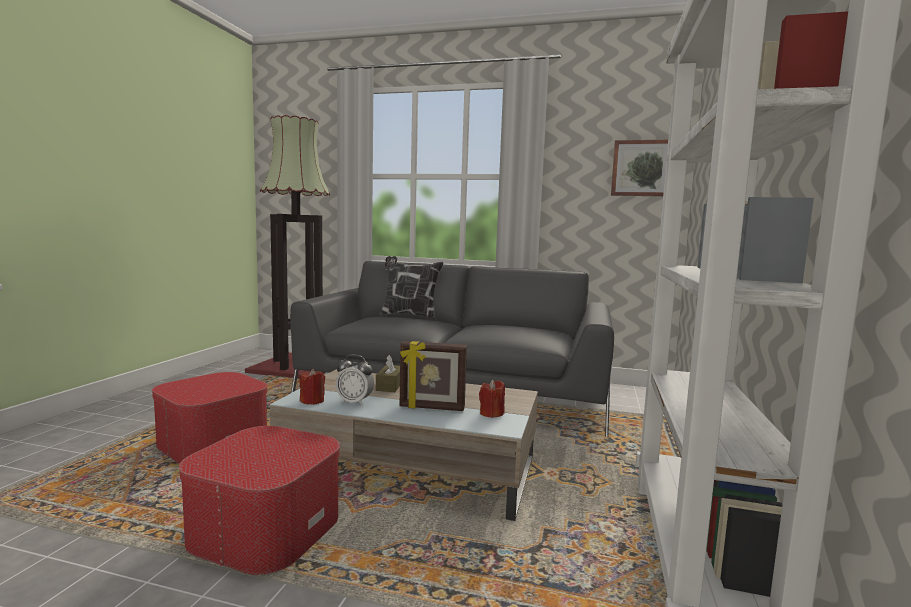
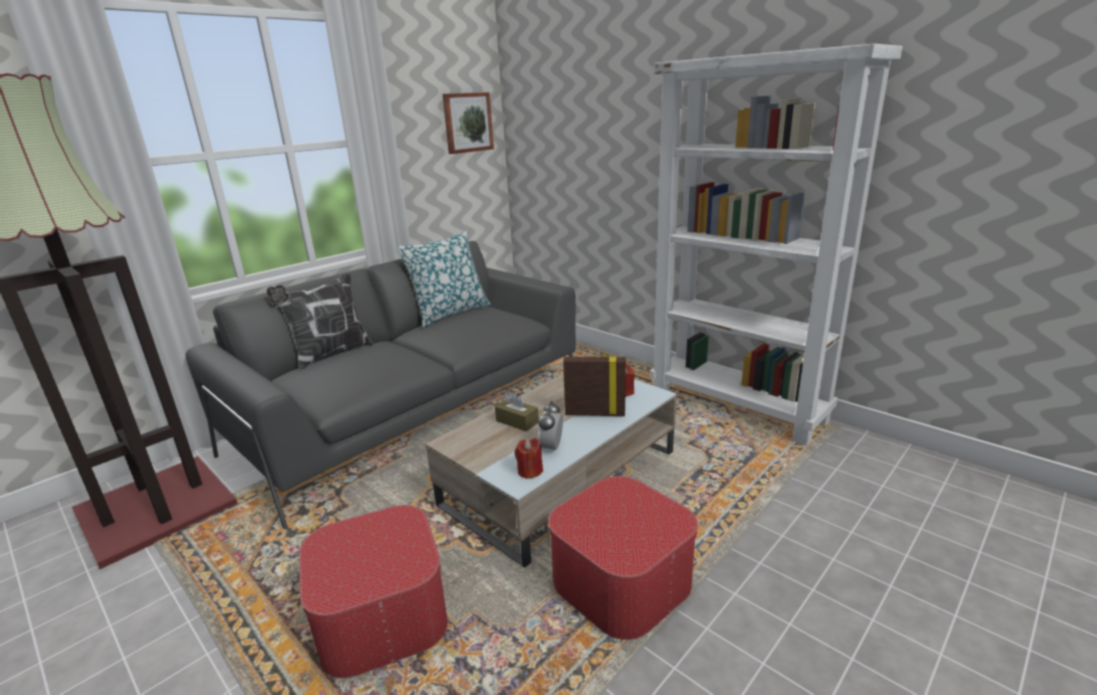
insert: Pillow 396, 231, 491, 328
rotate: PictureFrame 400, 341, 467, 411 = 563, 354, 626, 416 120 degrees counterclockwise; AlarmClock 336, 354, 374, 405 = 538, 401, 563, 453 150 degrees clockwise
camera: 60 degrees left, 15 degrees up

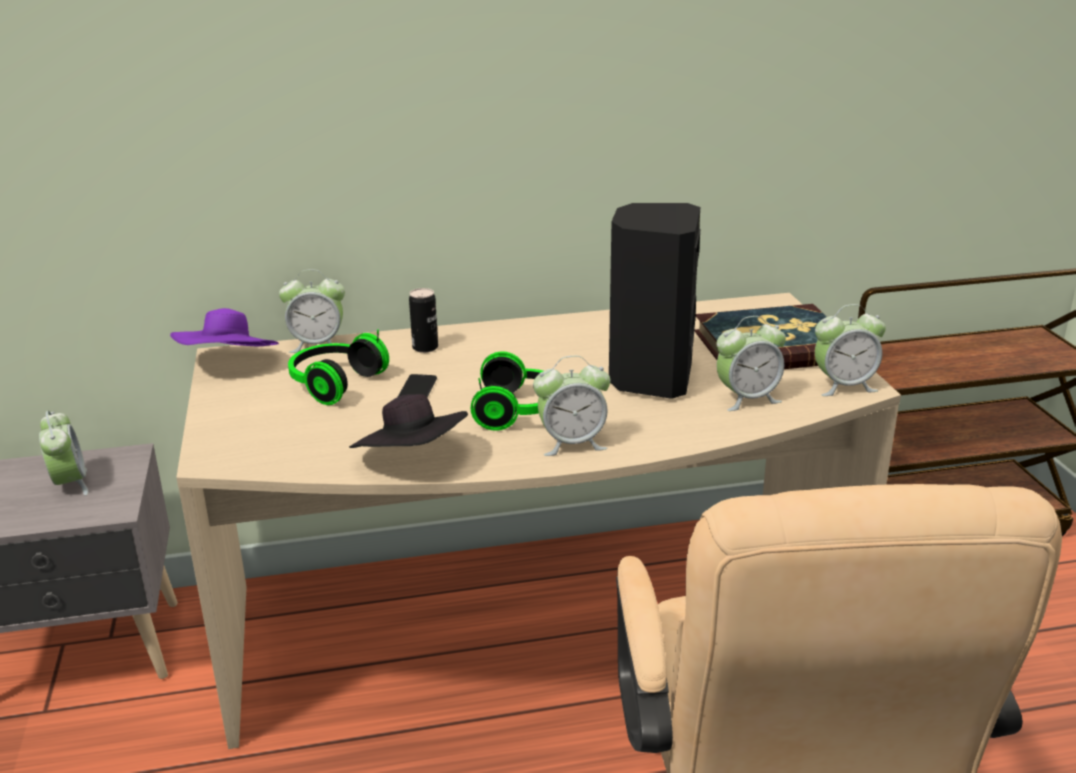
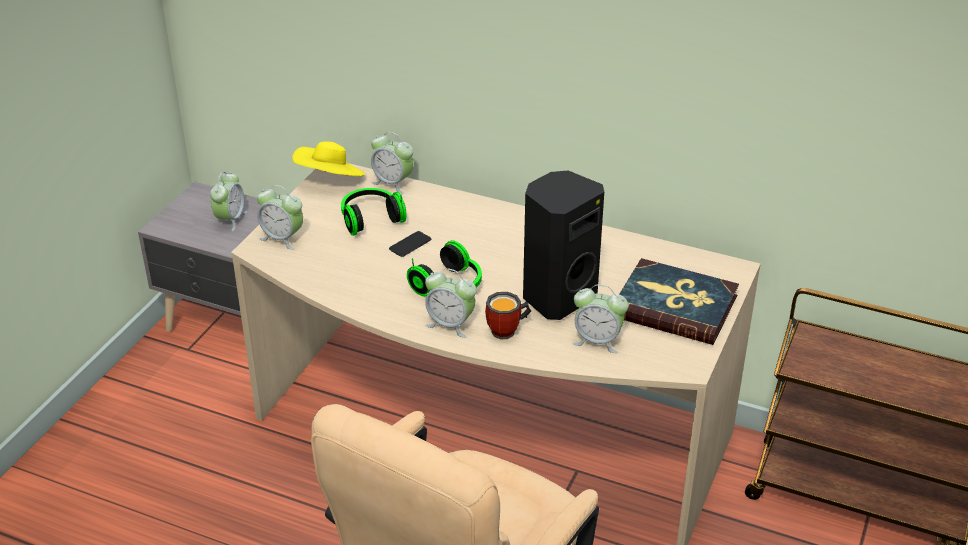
delete: Can 409, 288, 438, 353; BlackHat 349, 394, 468, 448
insert: Mug 485, 292, 531, 339
move: AlarmClock 815, 304, 886, 396 to 257, 185, 303, 250
recolor: PurpleHat 170, 308, 279, 346 to YellowHat 292, 141, 365, 177
camera: 35 degrees right, 10 degrees up

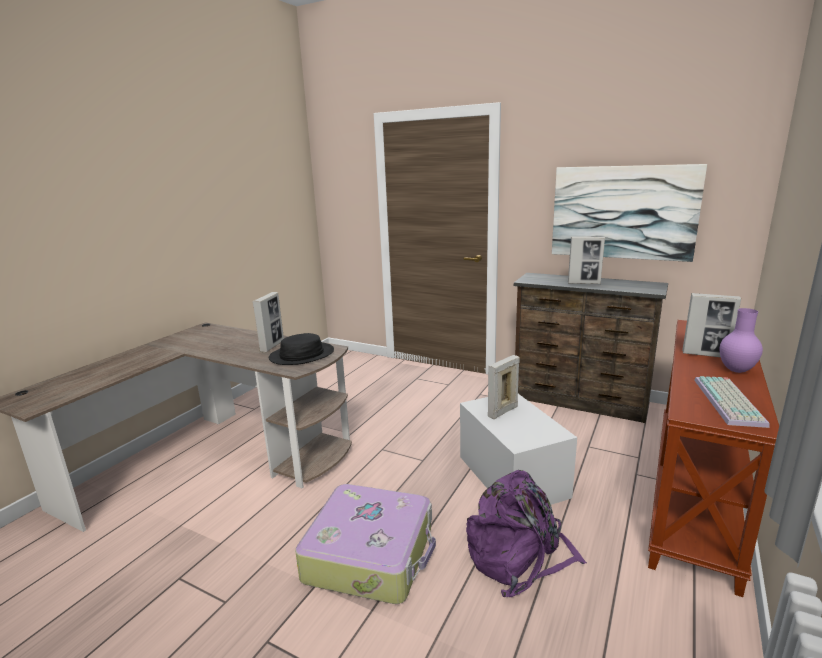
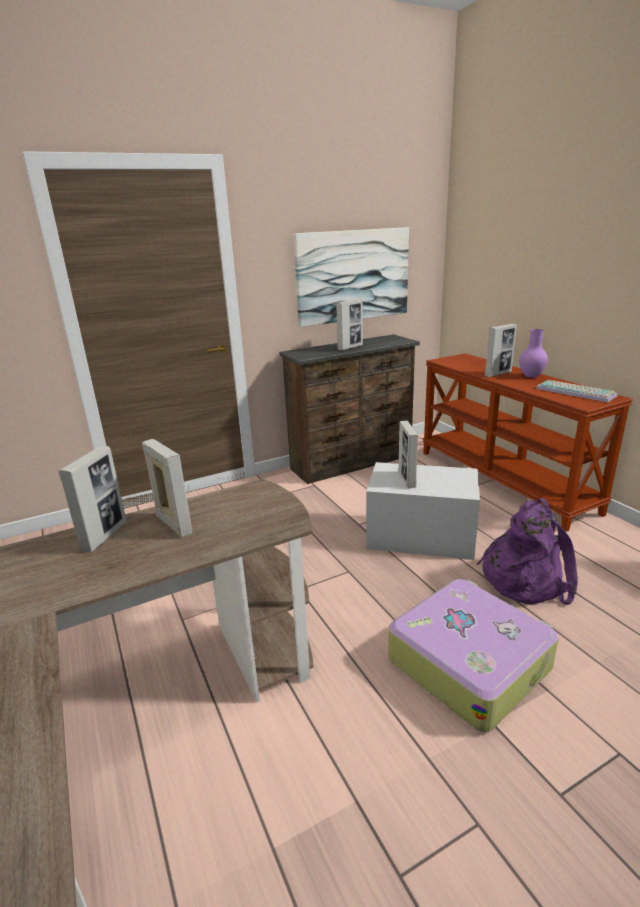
delete: BlackHat 269, 333, 334, 365
insert: PictureFrame 59, 446, 127, 553
camera: 55 degrees left, 5 degrees up

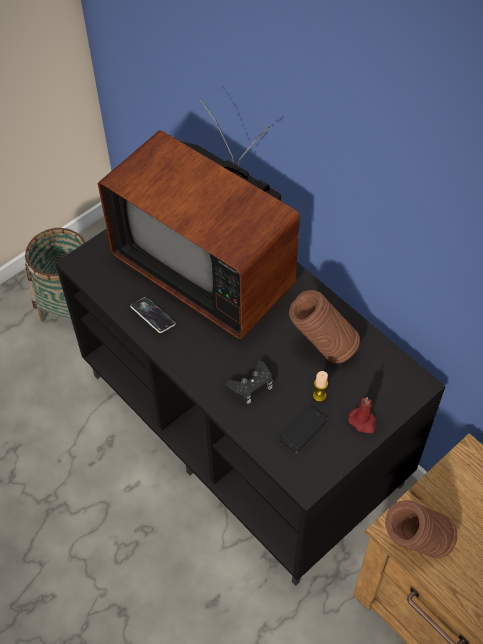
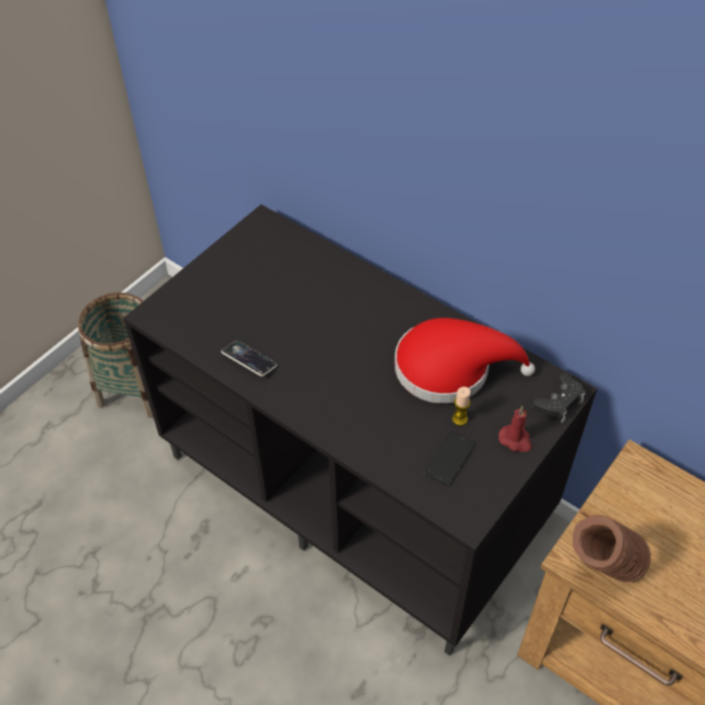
delete: Television 98, 98, 300, 339
move: BlackGameController 226, 361, 273, 404 to 533, 373, 585, 423
replace: BrownVase 289, 290, 360, 364 to RedHat 395, 318, 535, 404
camera: 10 degrees left, 5 degrees down

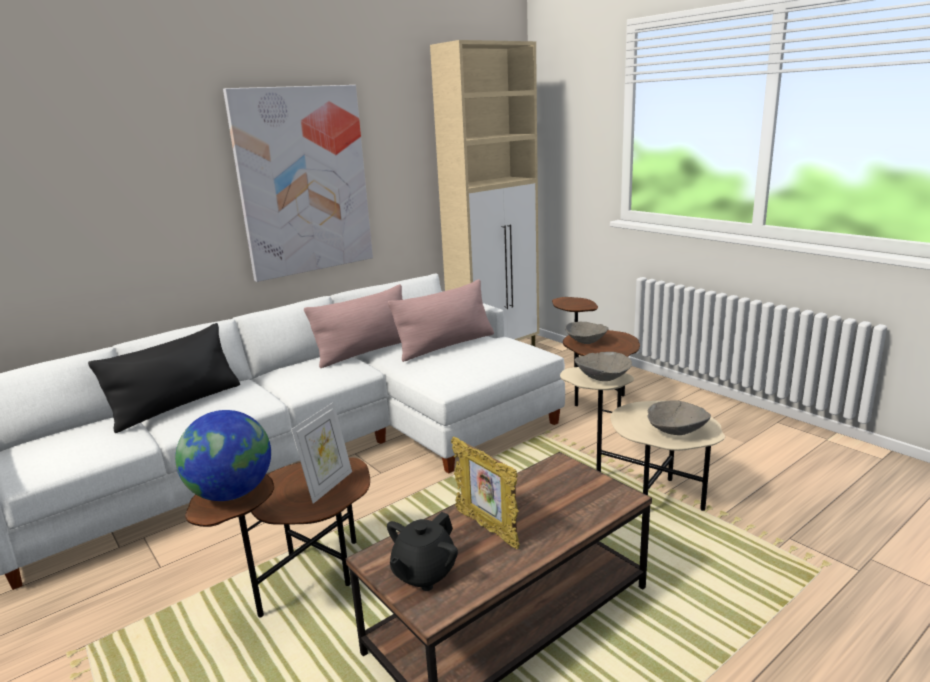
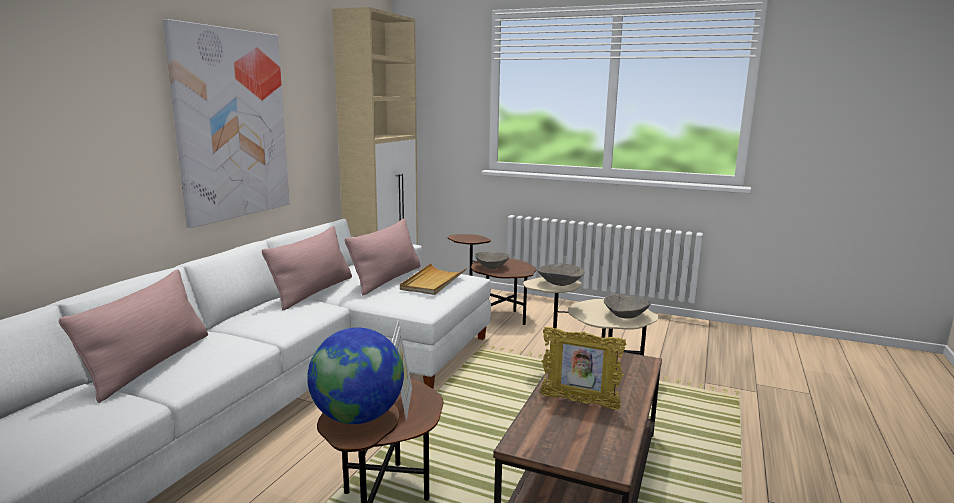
delete: BlackTeapot 387, 512, 458, 591
insert: BeigeTray 400, 263, 467, 295
recolor: BlackPillow 88, 323, 240, 433 to PinkPillow 59, 269, 208, 403
camera: 30 degrees left, 5 degrees down

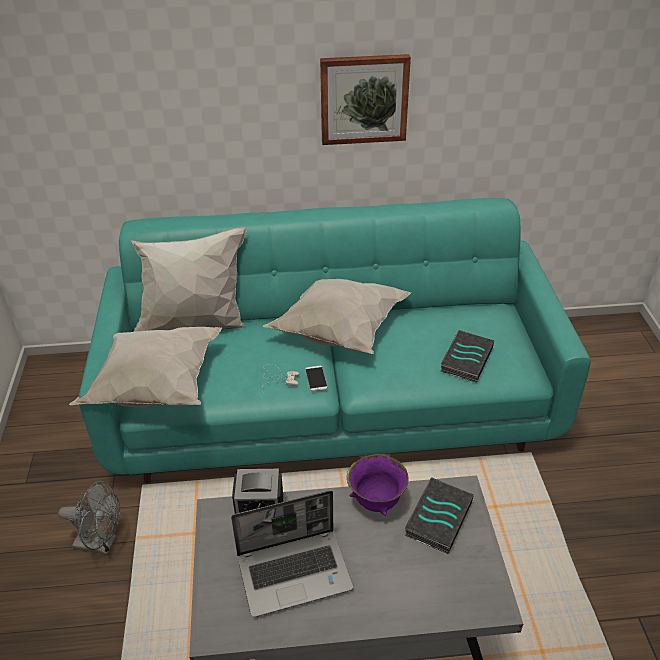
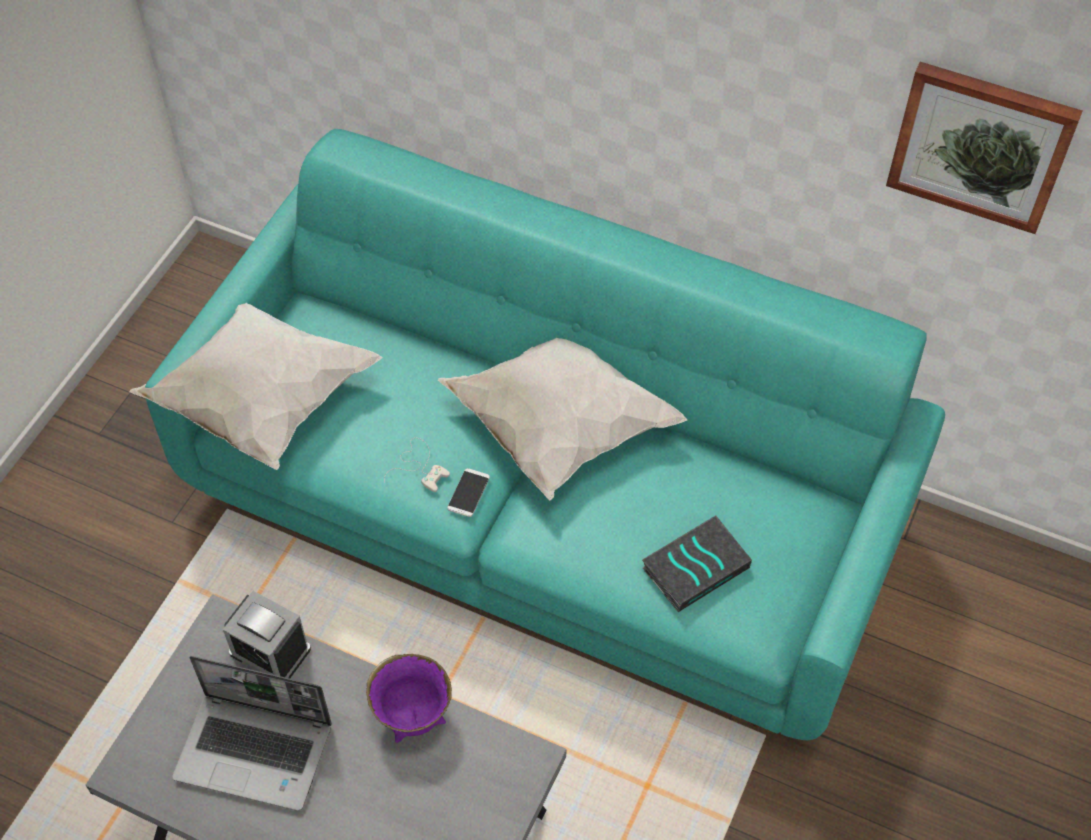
delete: WhitePillow 131, 227, 247, 332; Book 404, 477, 474, 554; GreyFan 58, 481, 120, 555
move: Picture 320, 54, 411, 145 to 886, 62, 1083, 234
camera: 30 degrees right, 15 degrees up

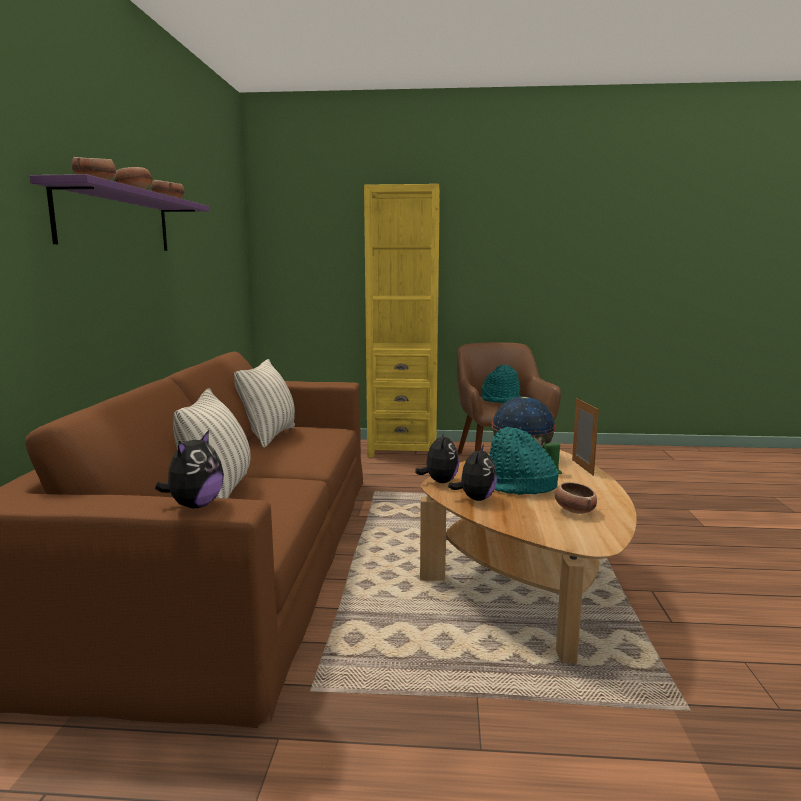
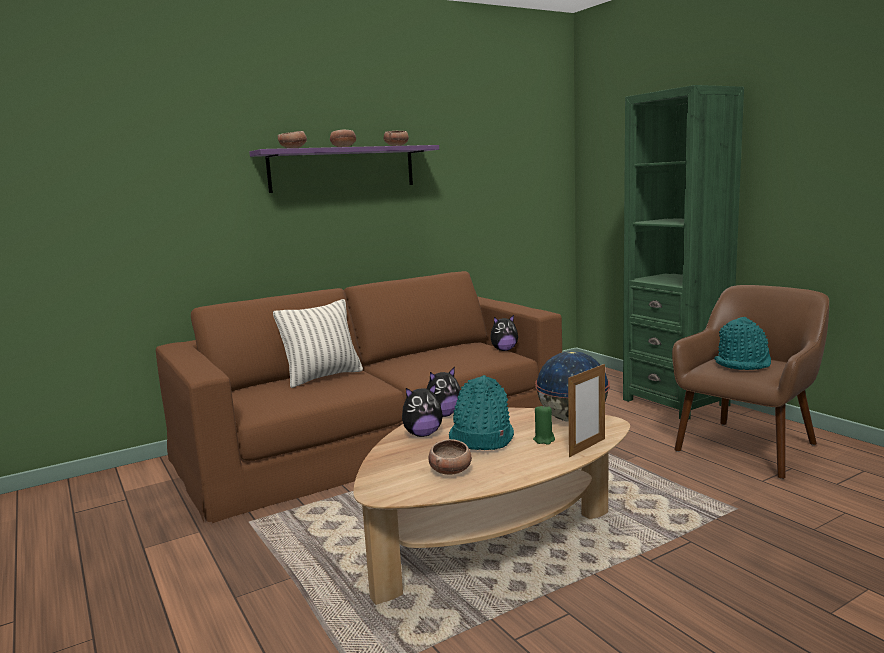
delete: Pillow 234, 359, 295, 448
move: PlushToy 155, 430, 224, 508 to 490, 315, 518, 351
recolor: YellowBookcase 364, 184, 440, 457 to GreenBookcase 623, 85, 744, 420
camera: 55 degrees right, 0 degrees up

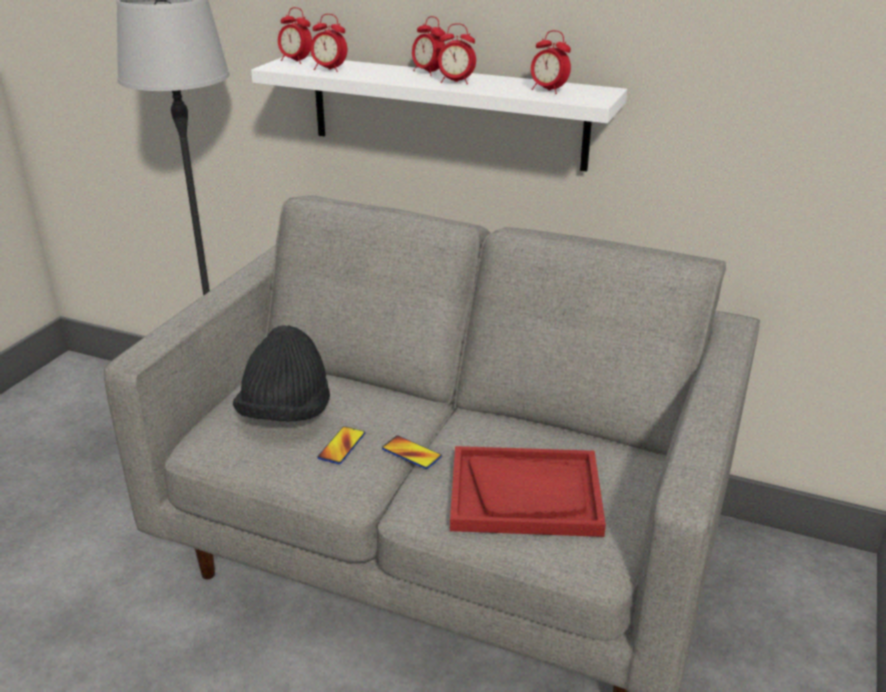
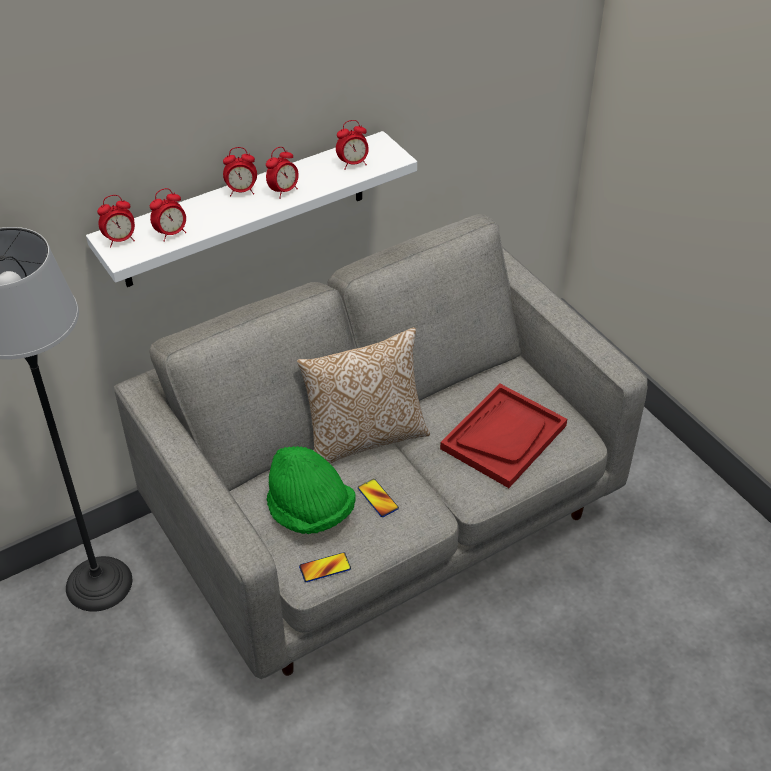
insert: Pillow 297, 327, 430, 464
move: Phone 382, 436, 442, 469 to 299, 552, 351, 582
recolor: BlackHat 233, 325, 330, 422 to GreenHat 266, 446, 355, 534
camera: 55 degrees left, 15 degrees up

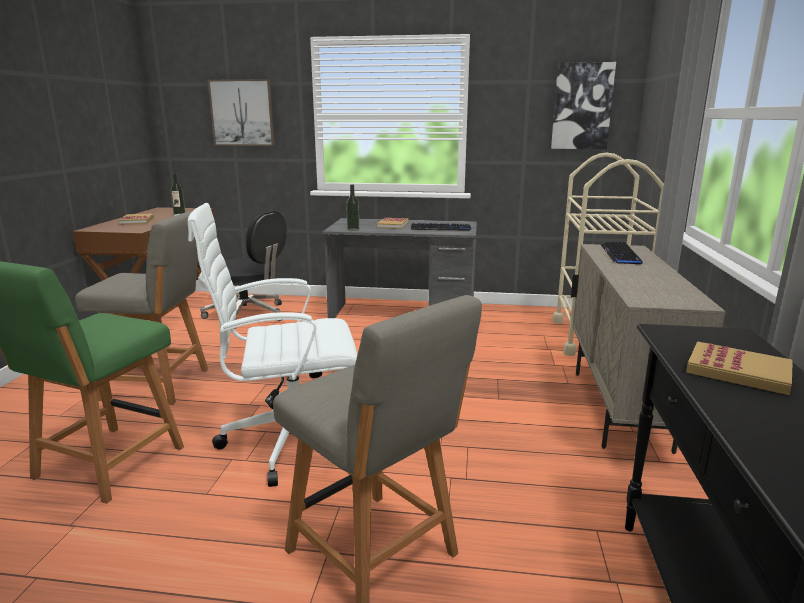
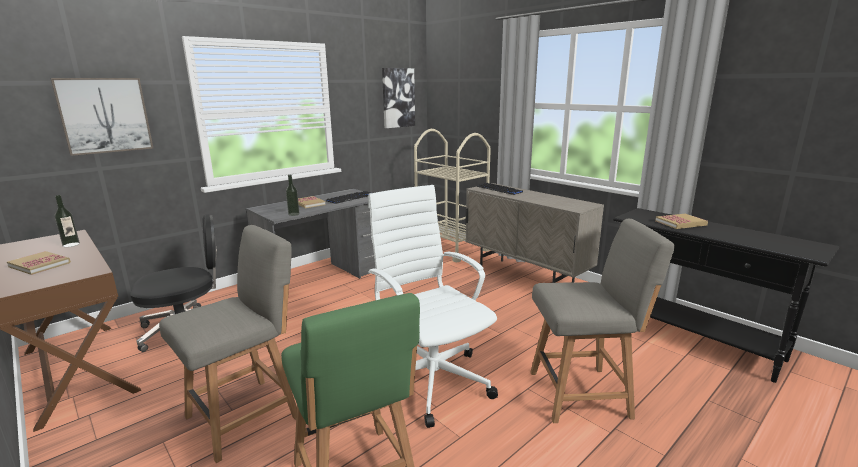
rotate: WhiteOfficeChair 188, 203, 357, 487 = 368, 185, 498, 428 120 degrees clockwise
camera: 50 degrees left, 0 degrees up

